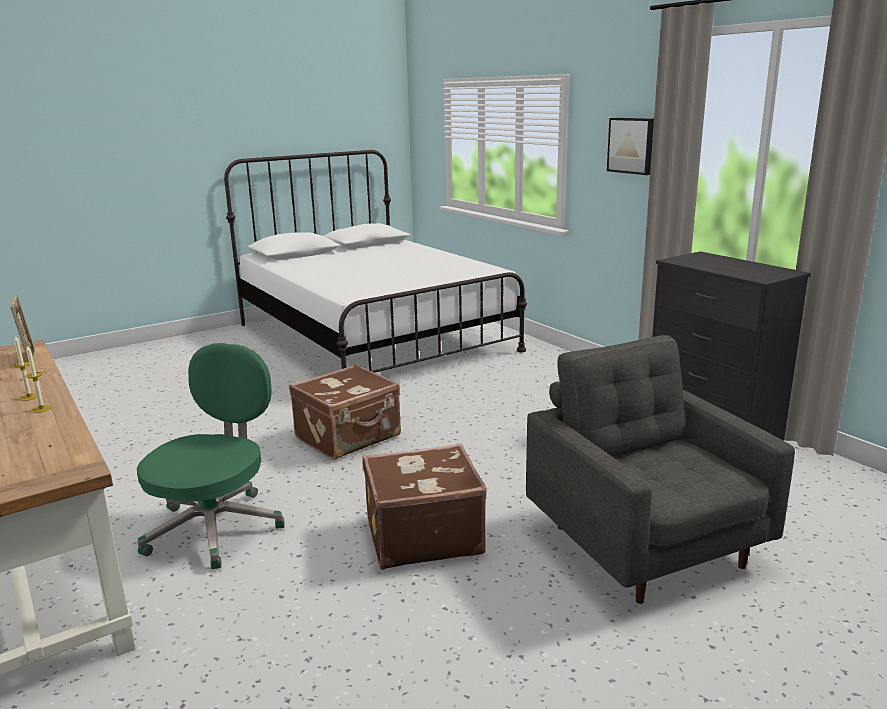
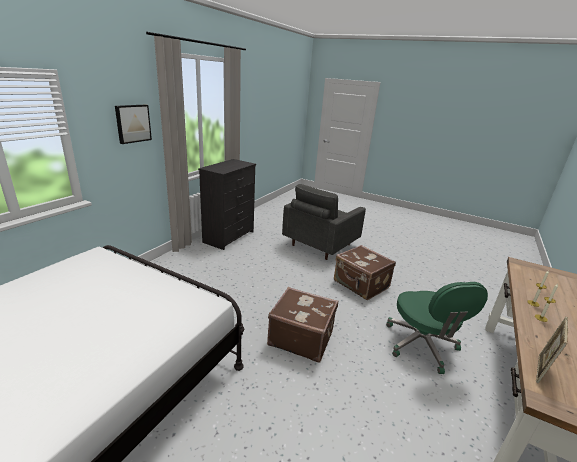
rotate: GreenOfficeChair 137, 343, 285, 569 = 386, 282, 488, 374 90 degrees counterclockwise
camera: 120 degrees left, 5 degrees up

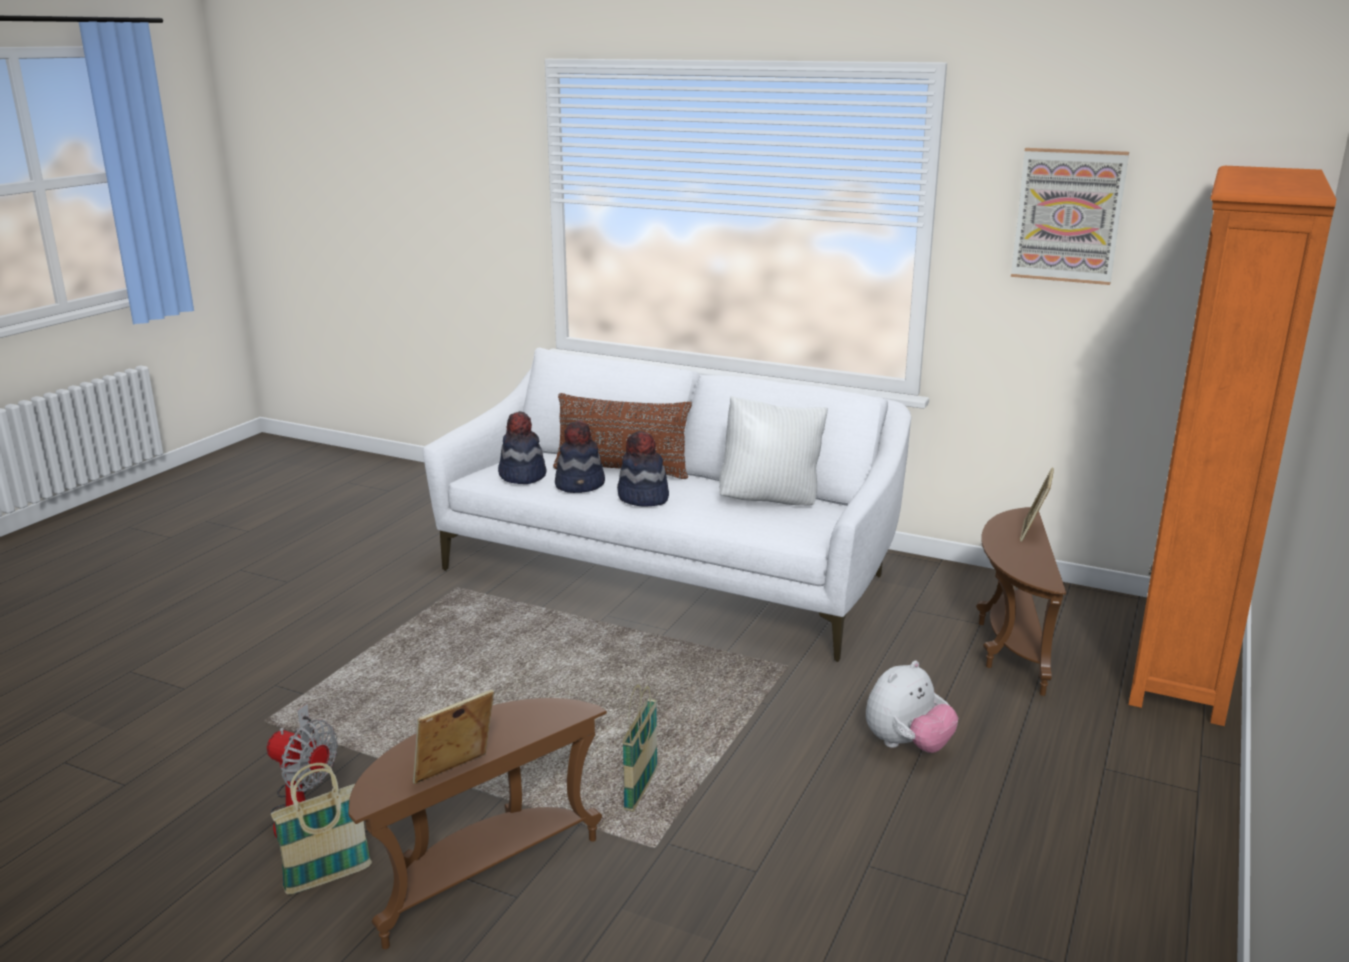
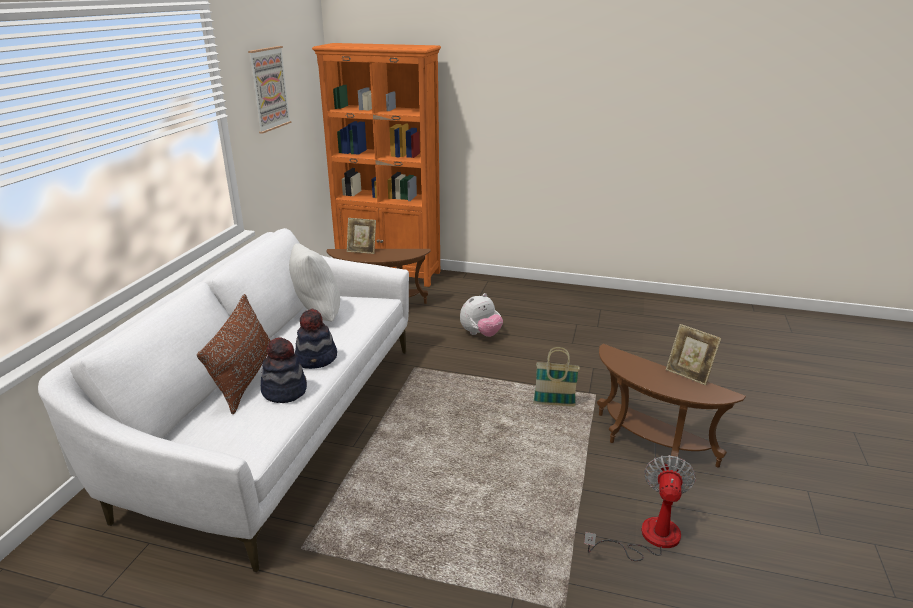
delete: Hat 498, 411, 547, 484; Basket 271, 763, 372, 895
rotate: PlushToy 866, 661, 958, 753 = 460, 293, 503, 337 105 degrees clockwise
camera: 100 degrees left, 5 degrees up

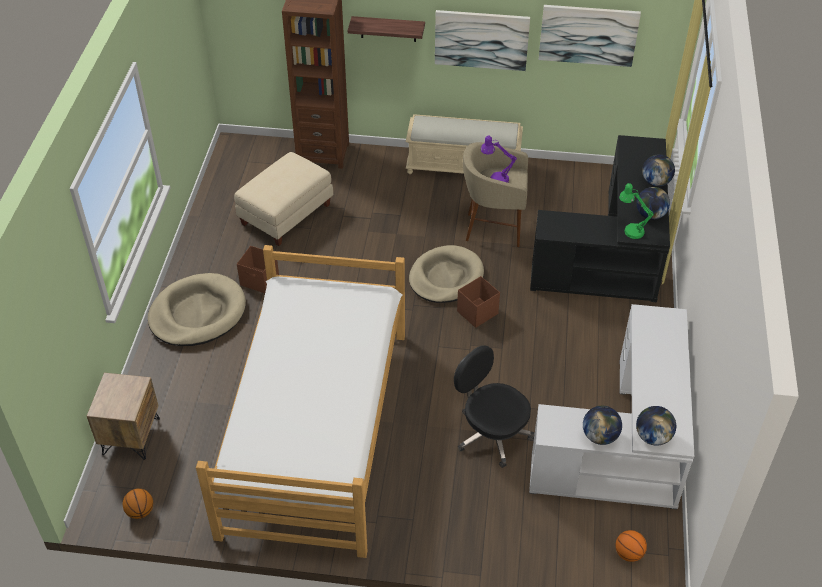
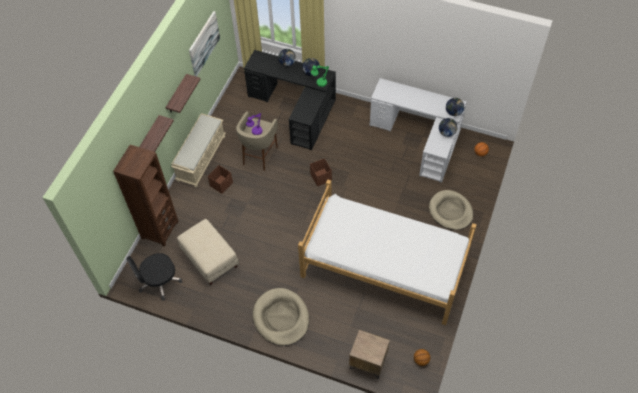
move: BeigeDogBed 409, 245, 484, 303 to 429, 190, 473, 230; BrownStorageBox 237, 246, 279, 293 to 208, 165, 233, 194; BlackOfficeChair 454, 345, 535, 468 to 126, 253, 182, 301
replace: Picture 435, 10, 530, 71 to Shelf 165, 74, 200, 113
camera: 75 degrees left, 10 degrees up

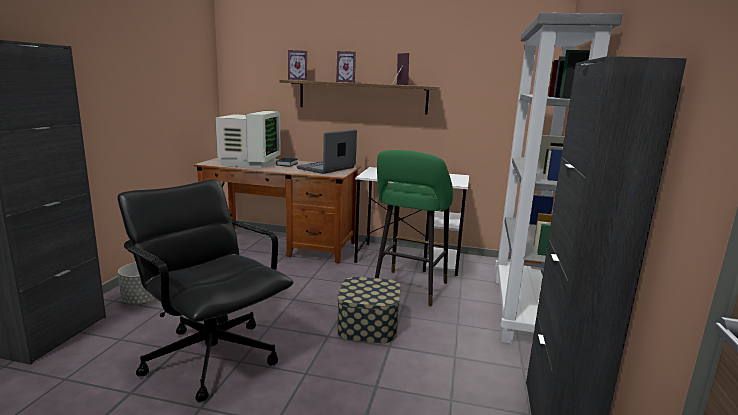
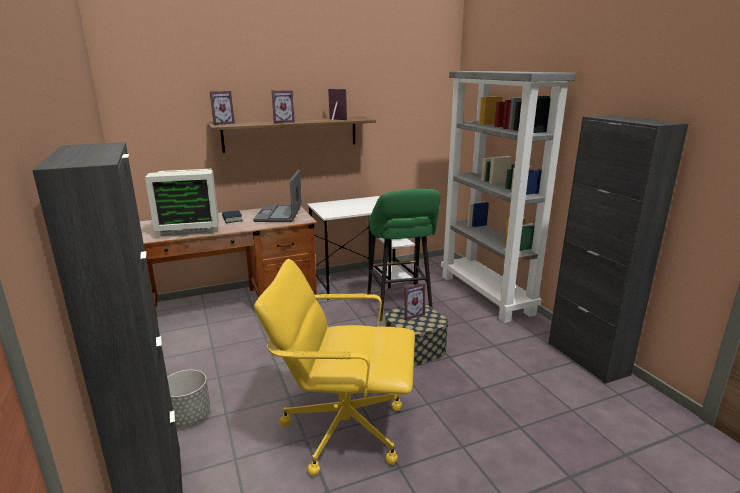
insert: PictureFrame 404, 283, 426, 320
recolor: BlackOfficeChair 118, 179, 293, 402 to YellowOfficeChair 254, 259, 415, 476
rotate: Monitor 215, 111, 281, 168 = 145, 169, 219, 237 105 degrees clockwise
camera: 35 degrees left, 5 degrees up

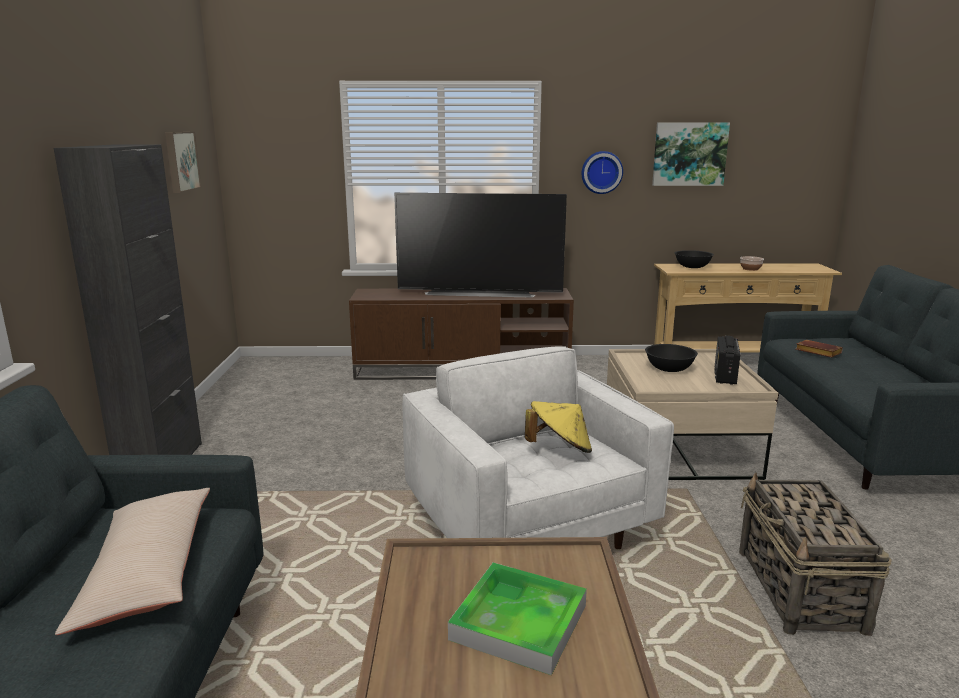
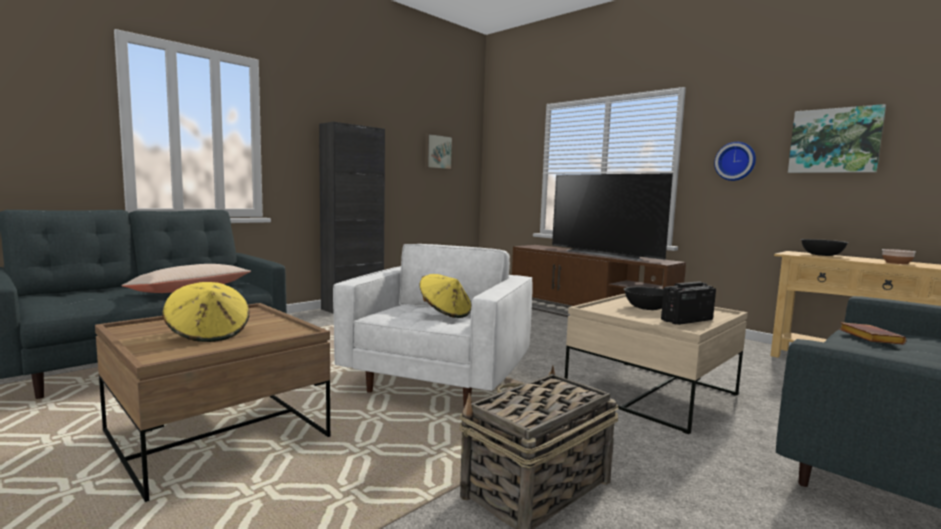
replace: Tray 448, 562, 587, 675 to YellowHat 162, 282, 249, 342
camera: 45 degrees right, 10 degrees down

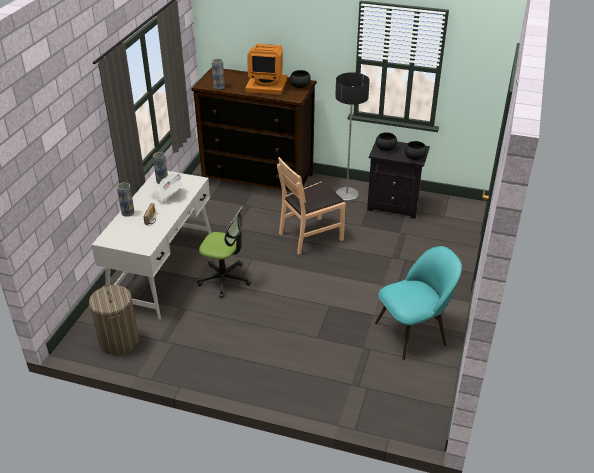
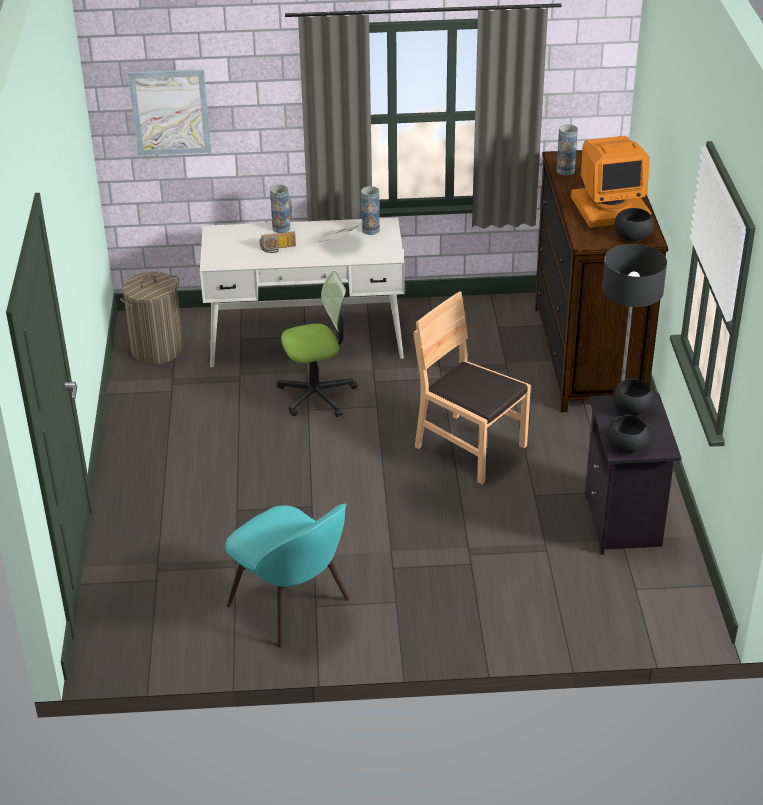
insert: Picture 128, 69, 211, 155
rotate: Monitor 245, 44, 287, 95 = 571, 136, 651, 228 90 degrees counterclockwise; OfficeChair 197, 206, 251, 298 = 277, 271, 358, 417 105 degrees counterclockwise
camera: 70 degrees right, 0 degrees up

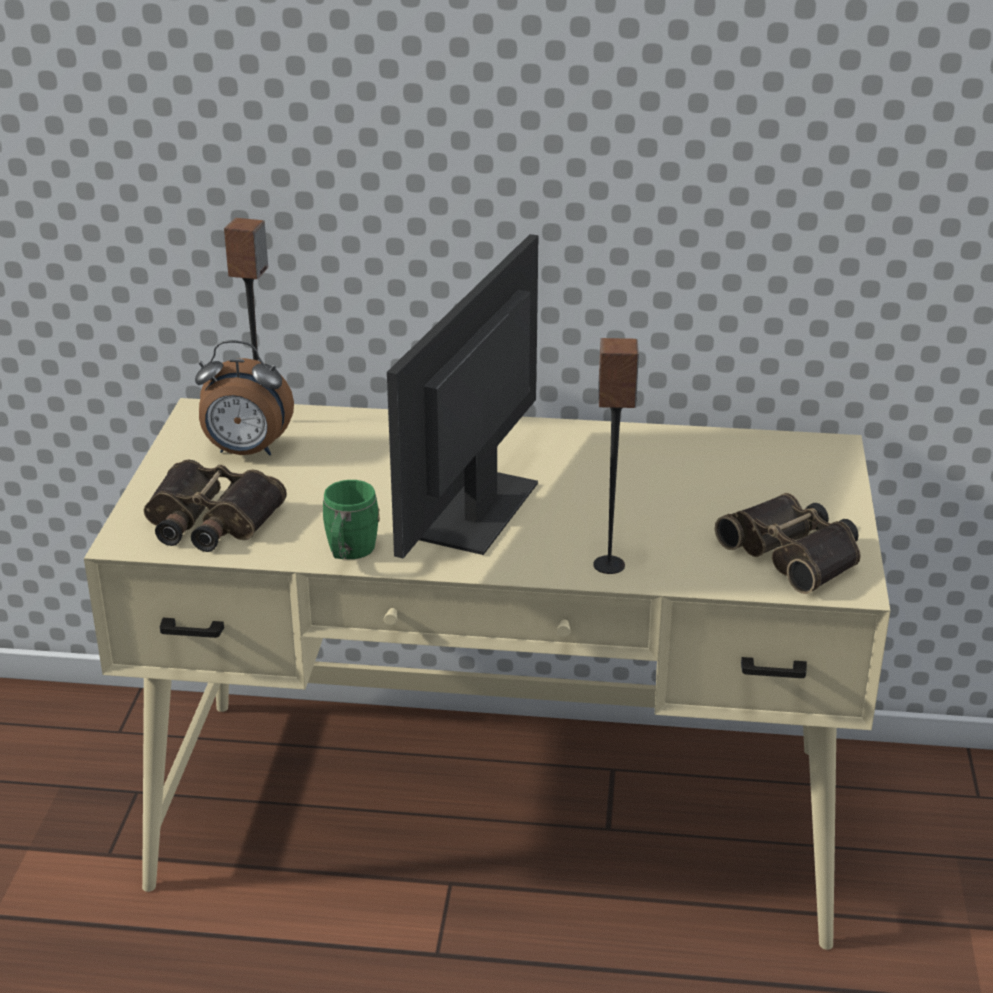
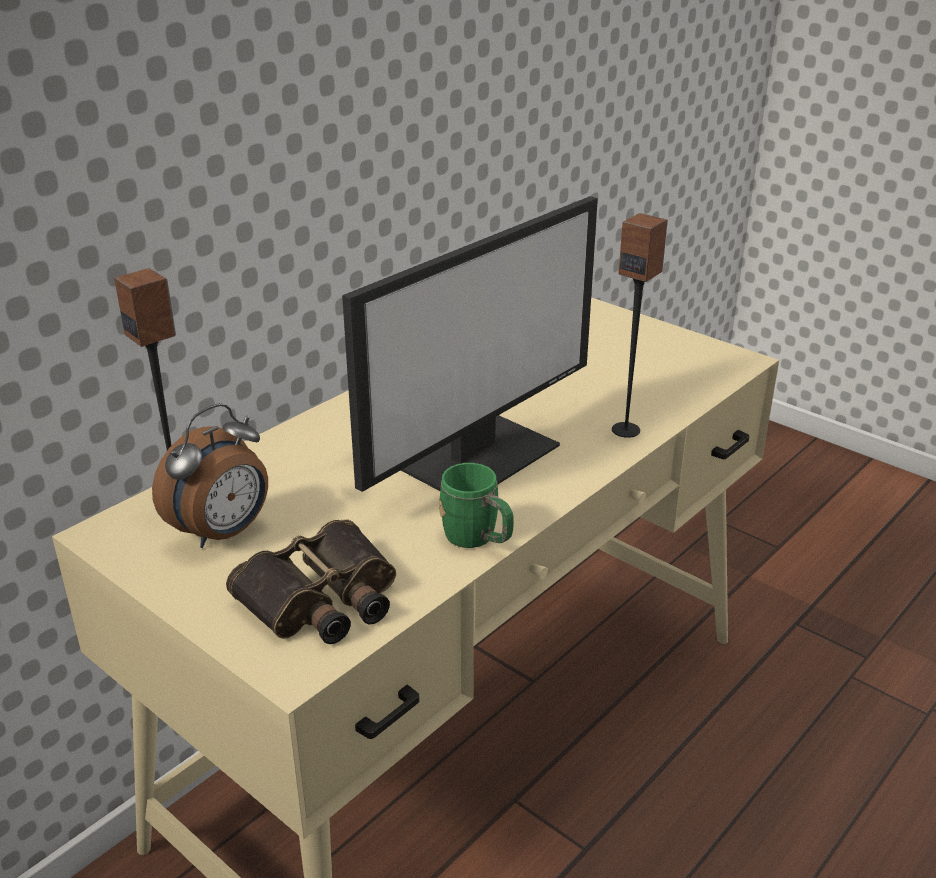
delete: Binoculars 715, 493, 861, 594
rotate: Monitor 387, 234, 539, 559 = 342, 196, 598, 492 105 degrees counterclockwise
camera: 55 degrees left, 0 degrees up

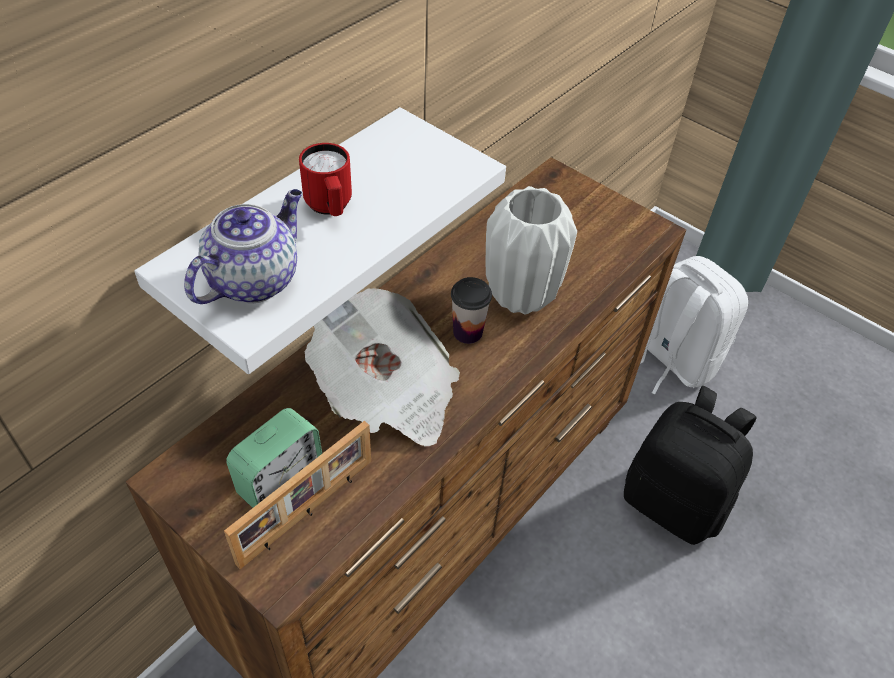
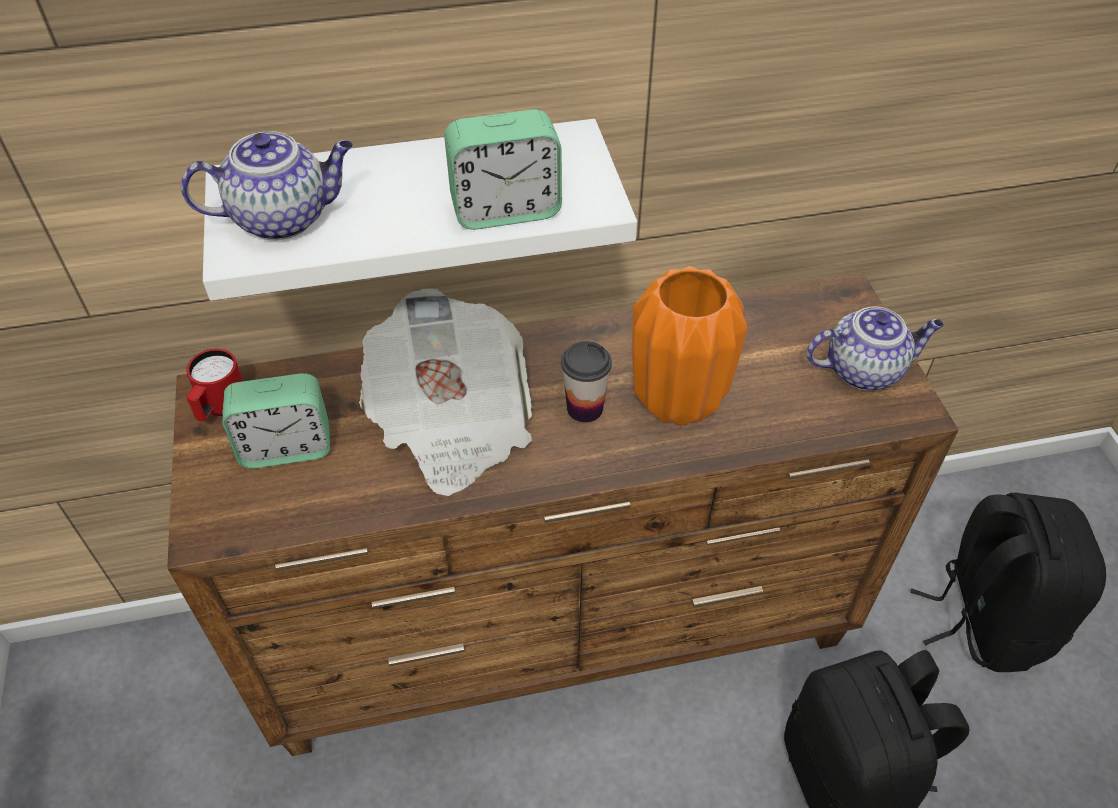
delete: PictureFrame 224, 421, 371, 569
insert: AlarmClock 444, 109, 562, 230; Teapot 806, 307, 944, 390
move: RedMug 299, 143, 352, 216 to 186, 349, 244, 422
recolor: WhiteVase 486, 186, 577, 314 to OrangeVase 632, 266, 747, 426; WhiteBackpack 640, 256, 748, 394 to BlackBackpack 911, 493, 1106, 672
camera: 40 degrees right, 0 degrees up

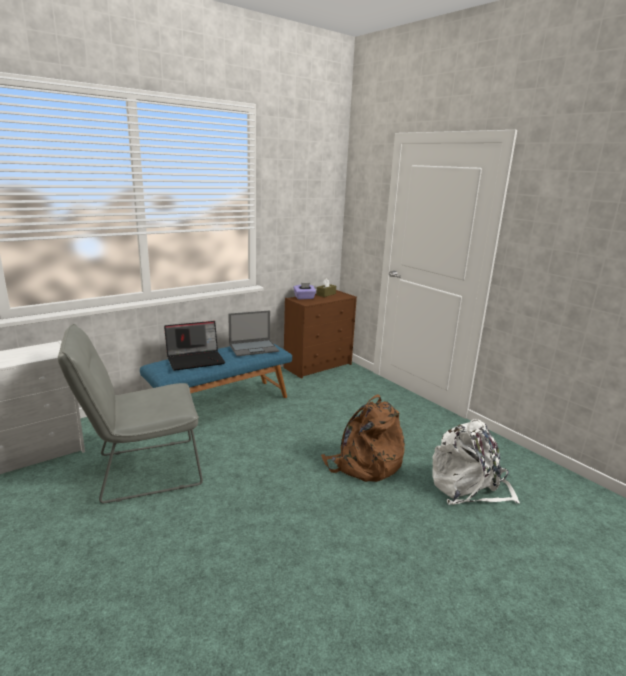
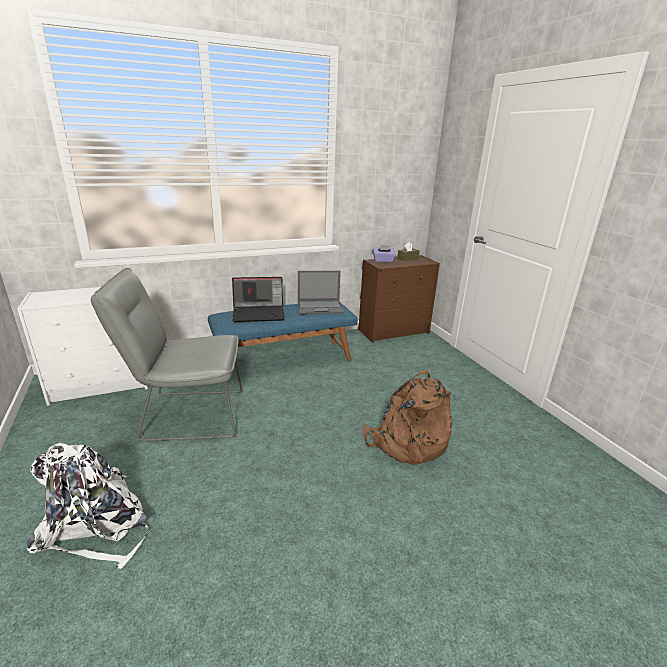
move: WhiteBackpack 432, 419, 520, 505 to 27, 443, 149, 569
camera: 15 degrees right, 5 degrees up

